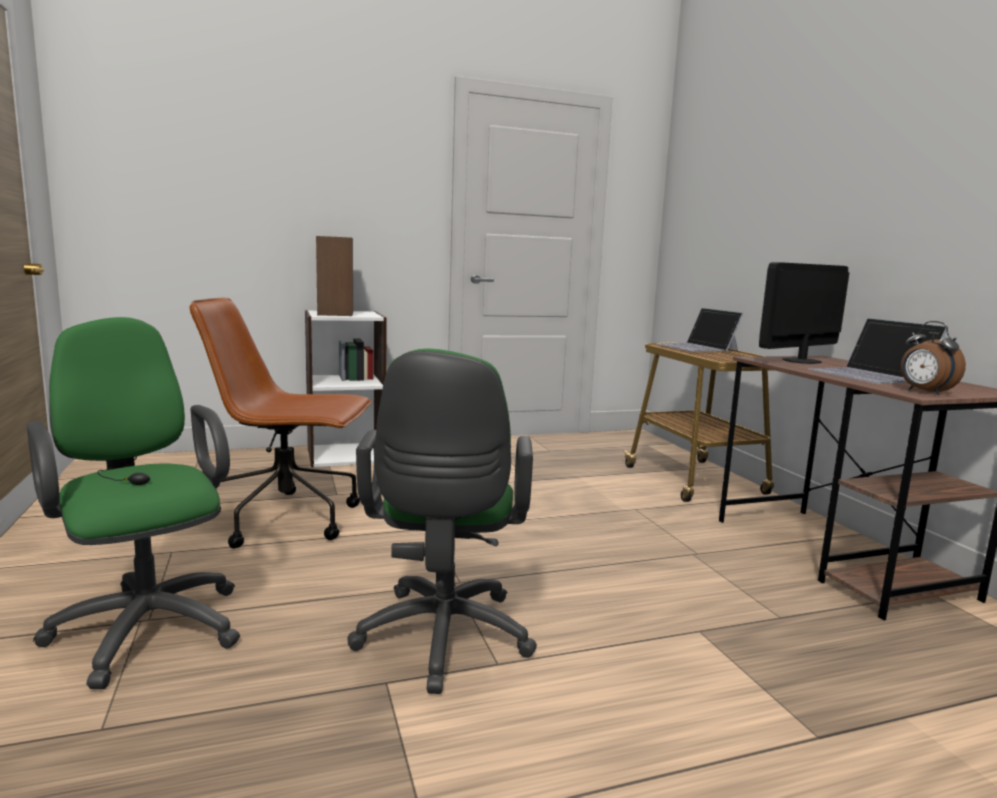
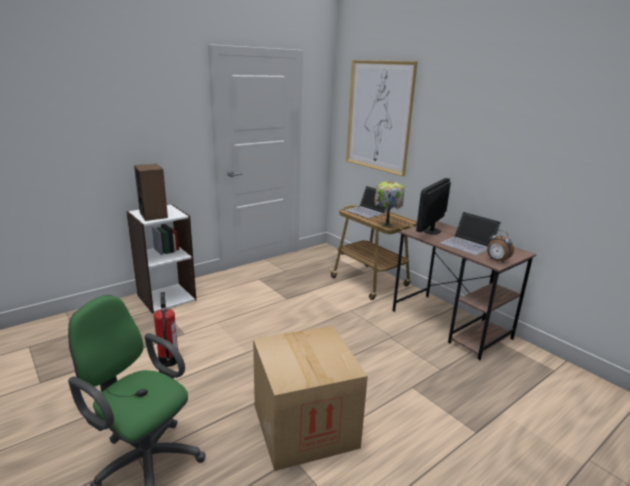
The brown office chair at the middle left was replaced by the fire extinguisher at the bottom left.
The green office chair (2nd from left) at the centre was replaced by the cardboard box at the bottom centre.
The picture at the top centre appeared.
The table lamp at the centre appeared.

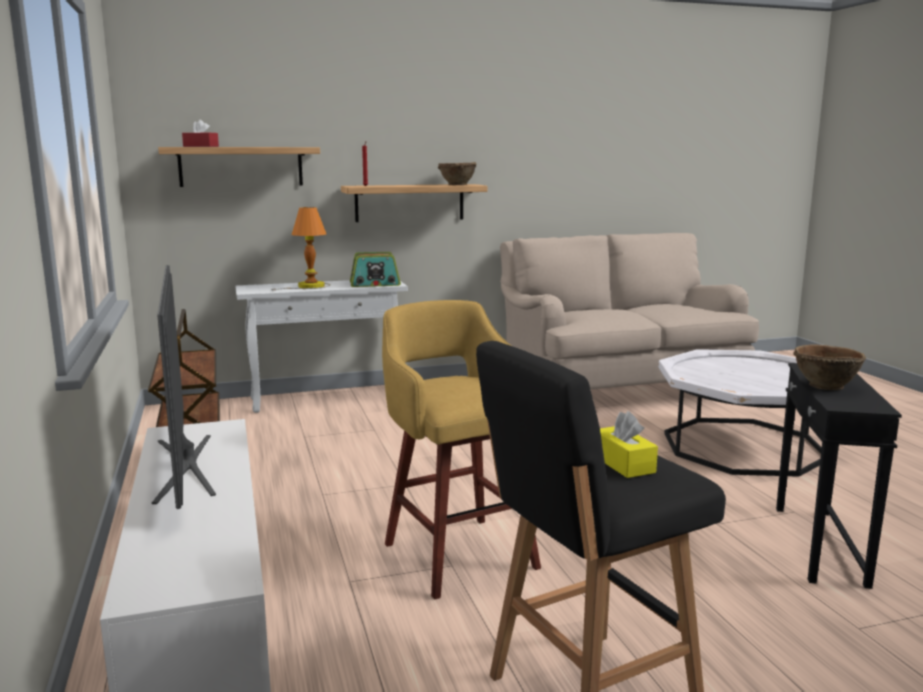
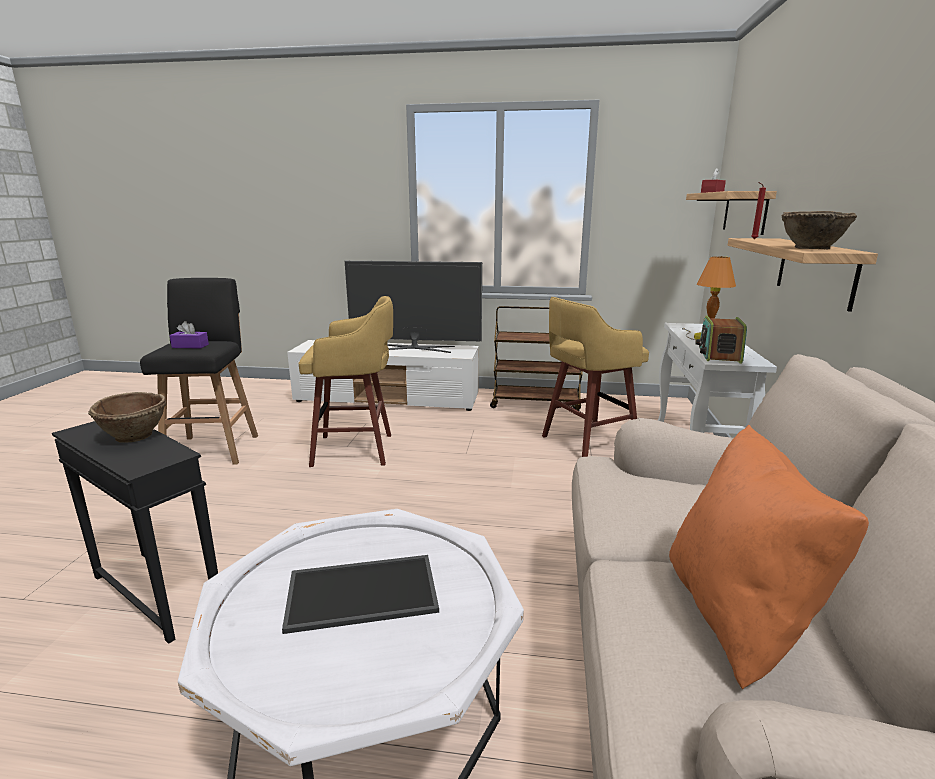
The yellow tissue box at the middle right became the purple tissue box at the middle left.
The tray at the bottom centre appeared.
The yellow stool (2nd from left) at the centre appeared.
The orange pillow at the bottom right appeared.

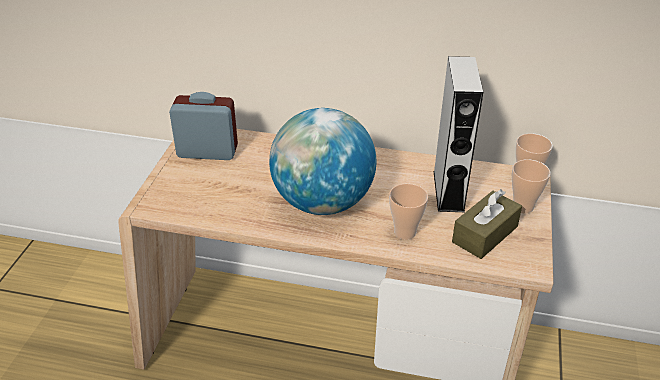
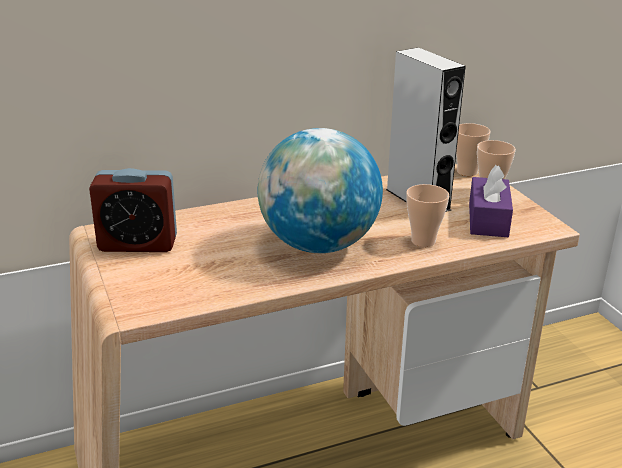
The alarm clock at the top left turned 150 degrees counterclockwise.
The brown tissue box at the middle right became the purple tissue box at the middle right.

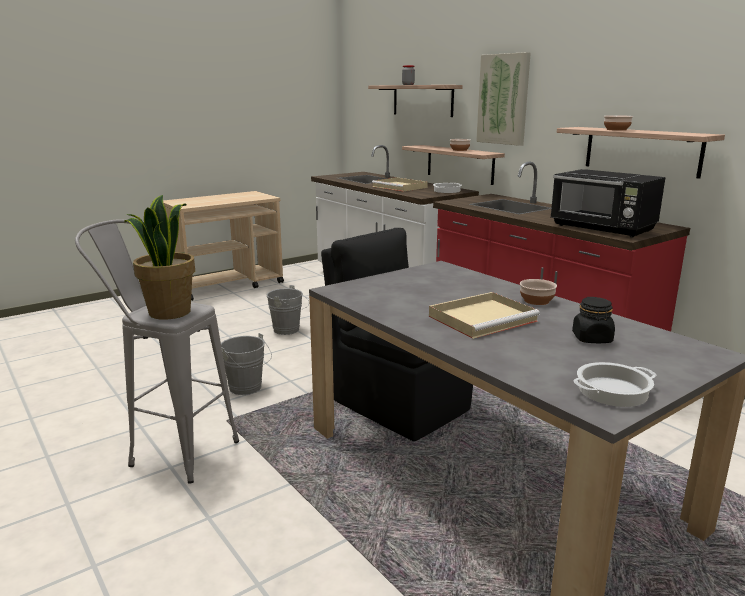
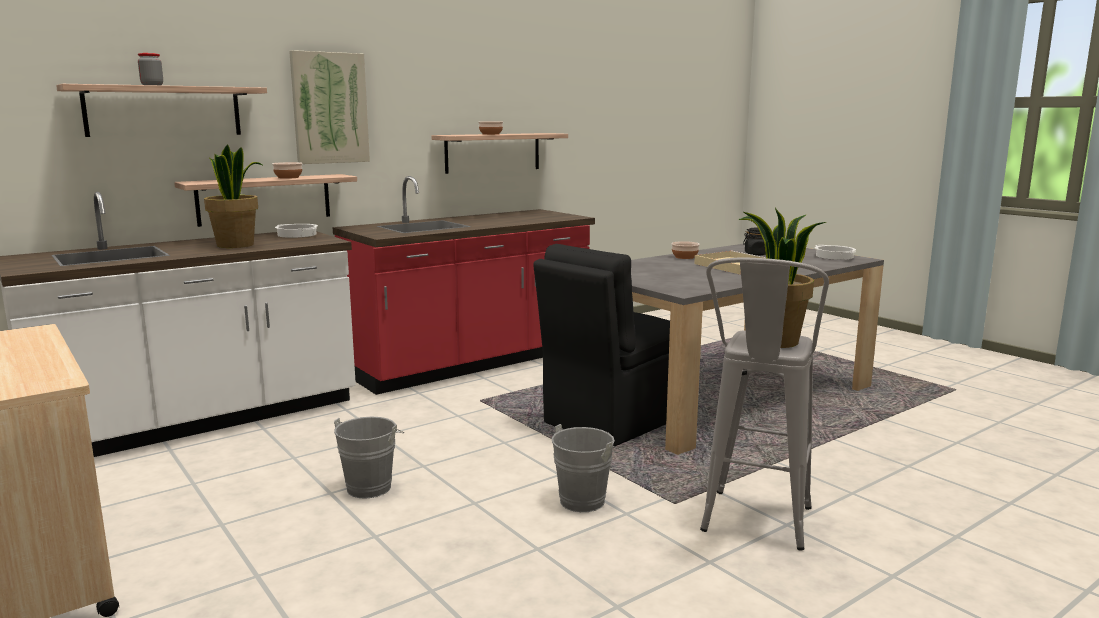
The beige tray (1st from left) at the top centre was replaced by the potted plant (1st from left) at the top left.
The black microwave at the middle right disappeared.

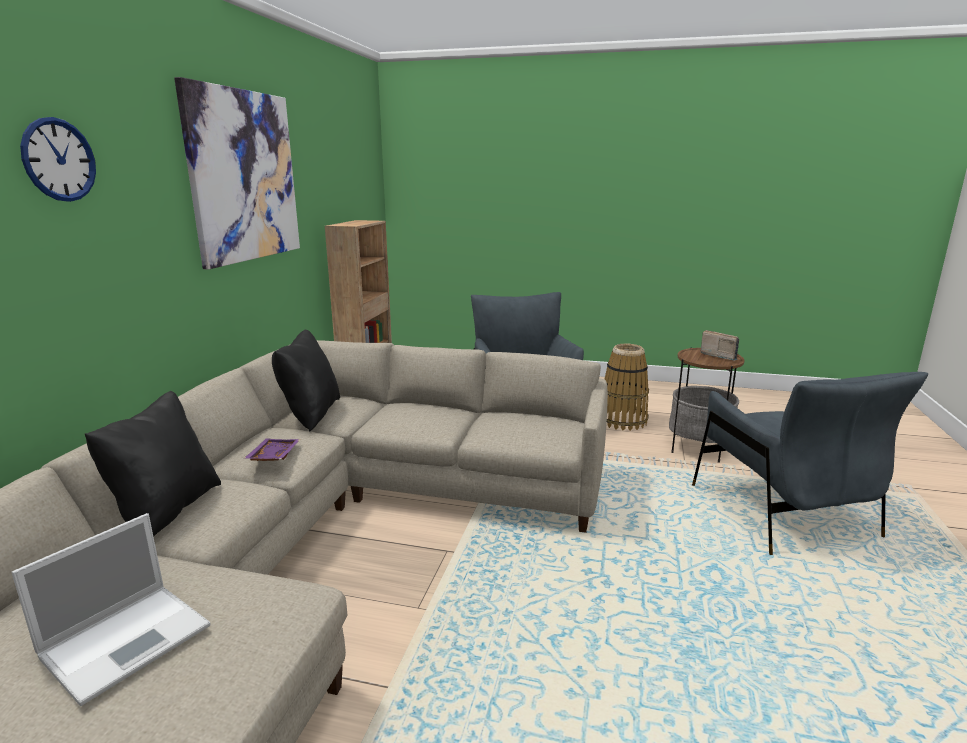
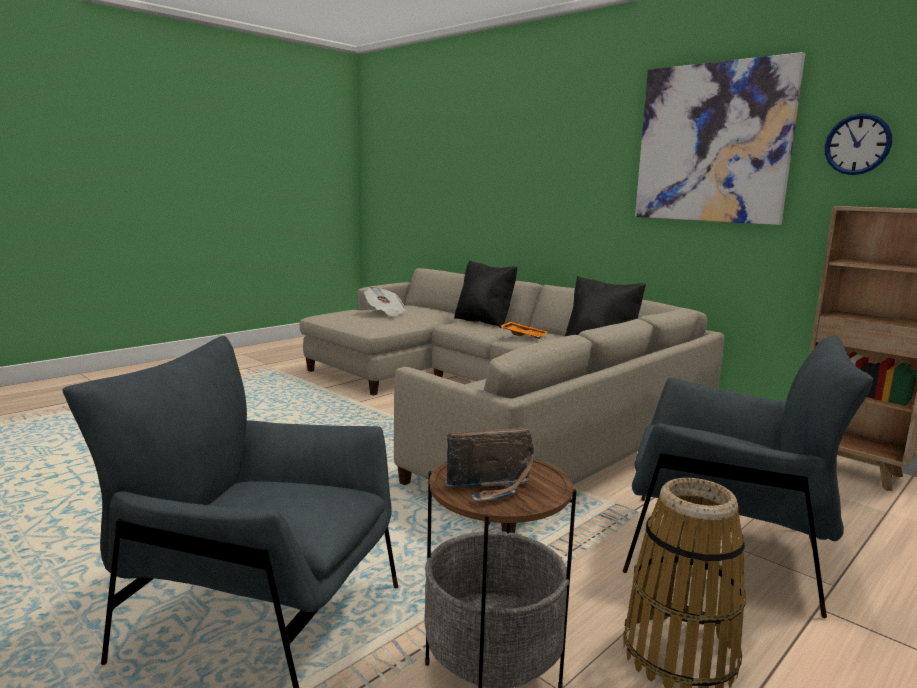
The laptop at the bottom left was replaced by the newspaper at the centre.
The wall clock moved from the top left to the top right.
The purple tray at the middle left became the orange tray at the centre.

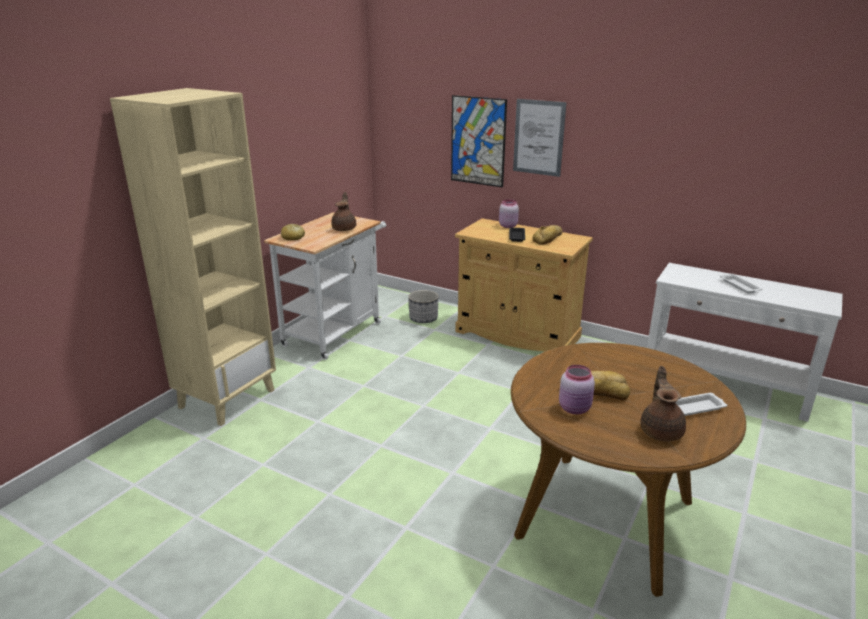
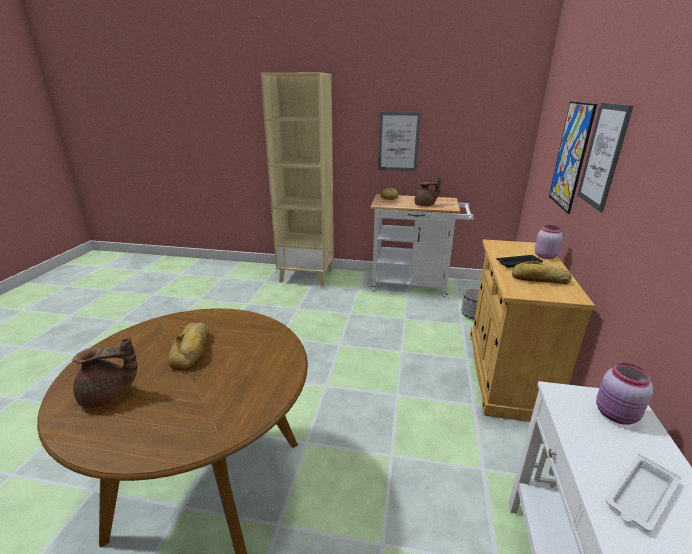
The pink jar (2nd from left) moved from the centre to the bottom right.
The white tray (1st from left) at the middle right disappeared.
The picture (1st from left) at the top centre appeared.

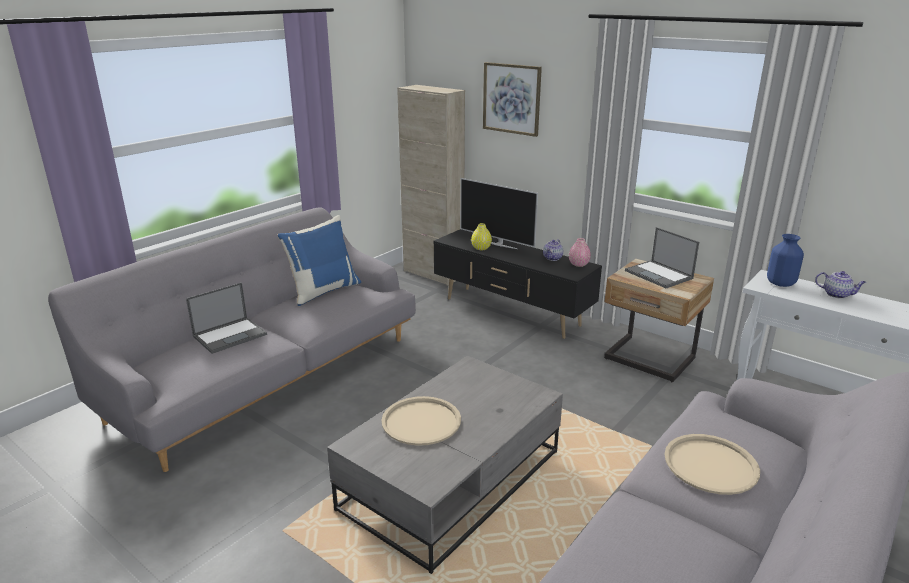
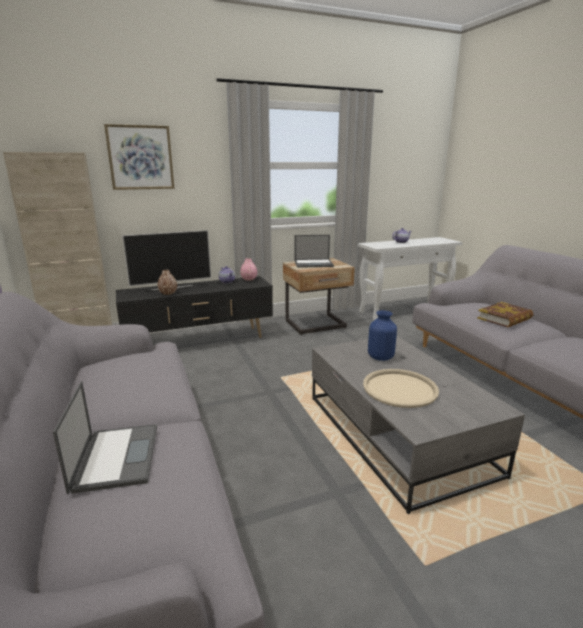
The blue pillow at the centre disappeared.
The yellow vase at the centre became the brown vase at the middle left.
The beige tray (2nd from left) at the bottom right was replaced by the book at the middle right.
The blue vase moved from the middle right to the centre.

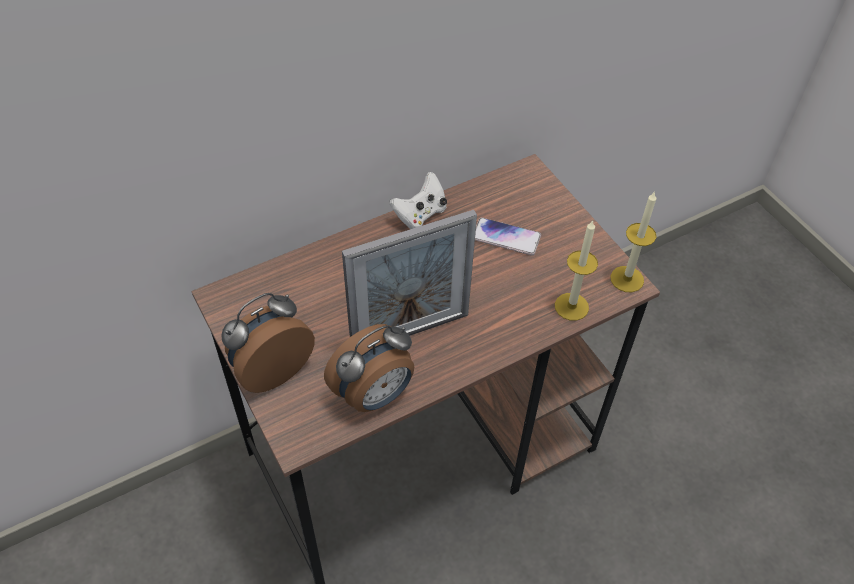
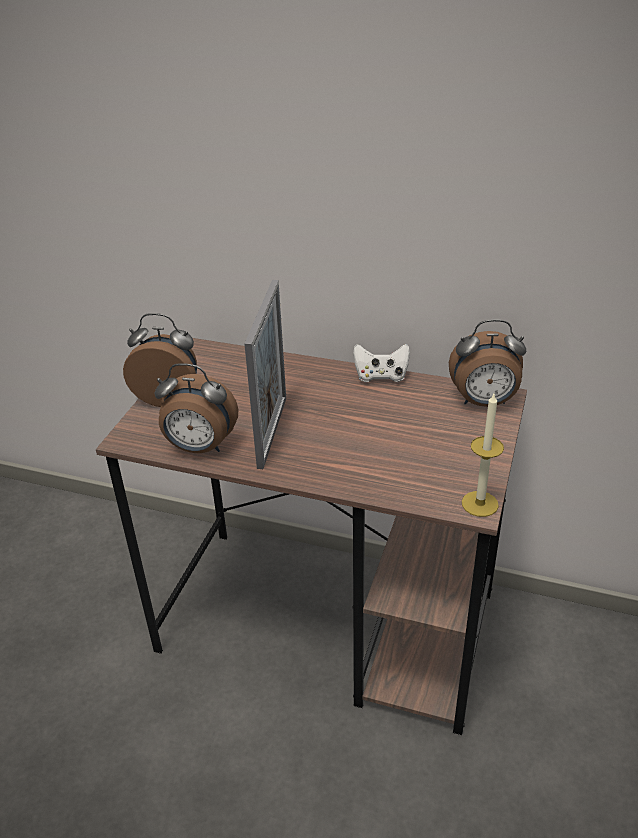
The picture frame at the centre turned 105 degrees counterclockwise.
The phone at the centre disappeared.
The candle (1st from left) at the middle right disappeared.
The alarm clock (3rd from left) at the middle right appeared.

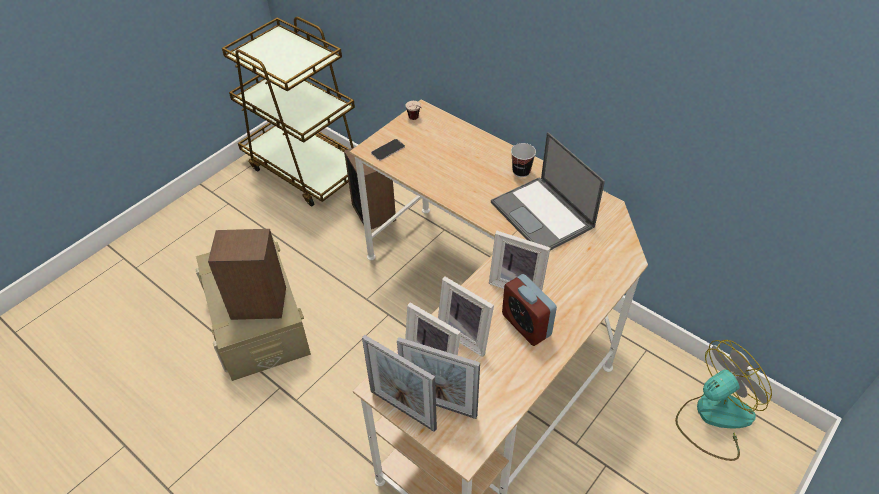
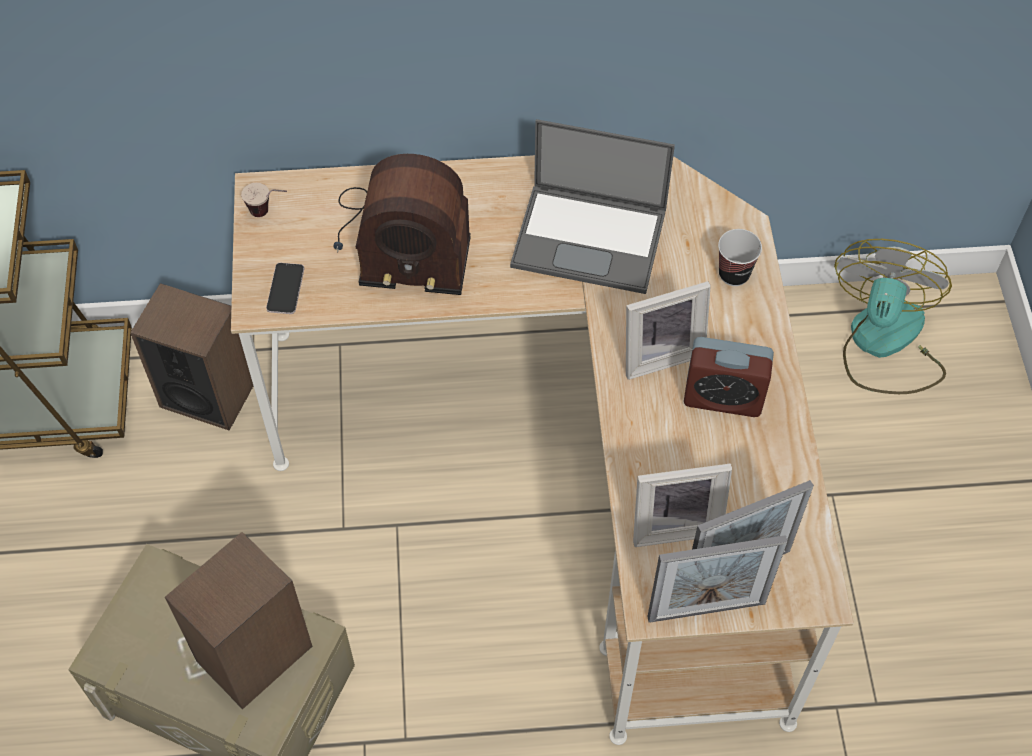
The picture frame (4th from left) at the centre disappeared.
The cup (2nd from left) moved from the top centre to the middle right.
The radio at the top centre appeared.

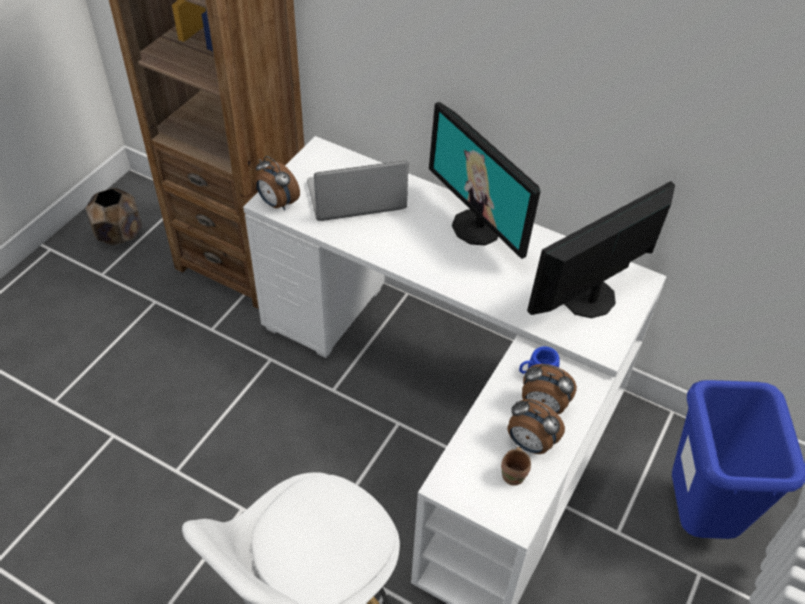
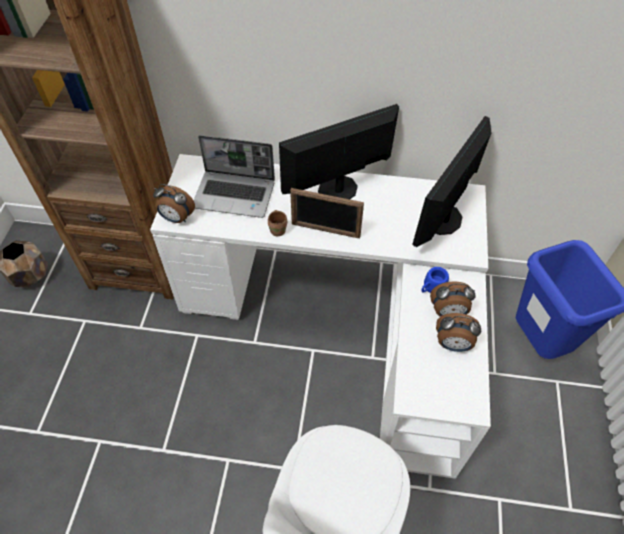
The laptop at the top centre turned 135 degrees counterclockwise.
The monitor (1st from left) at the top centre turned 120 degrees clockwise.
The brown mug moved from the bottom centre to the centre.
The picture frame at the centre appeared.

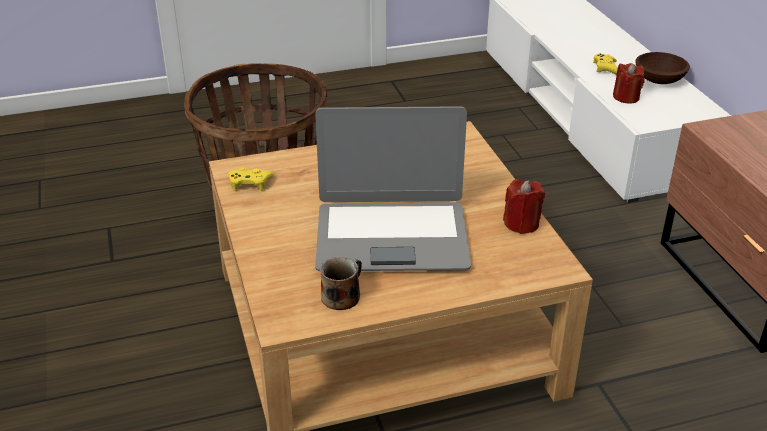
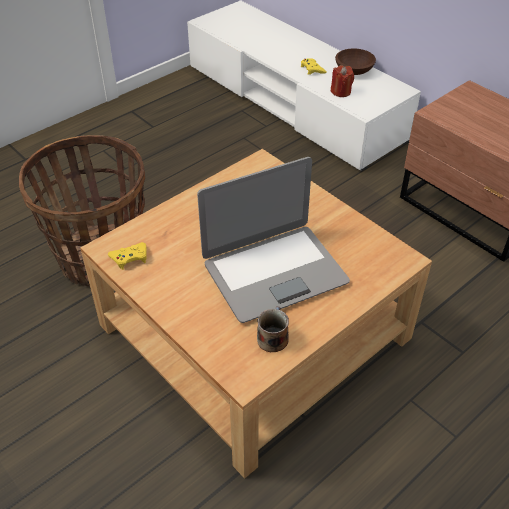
The red candle (1st from left) at the middle right disappeared.

